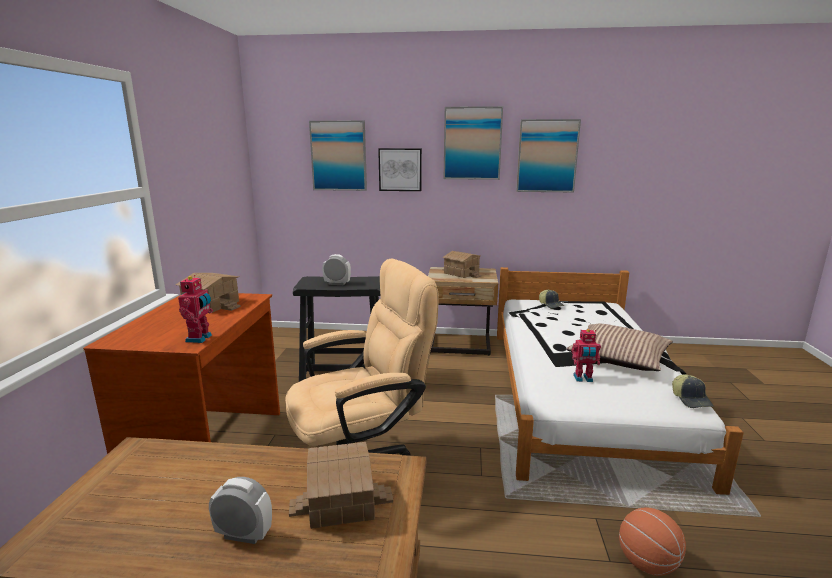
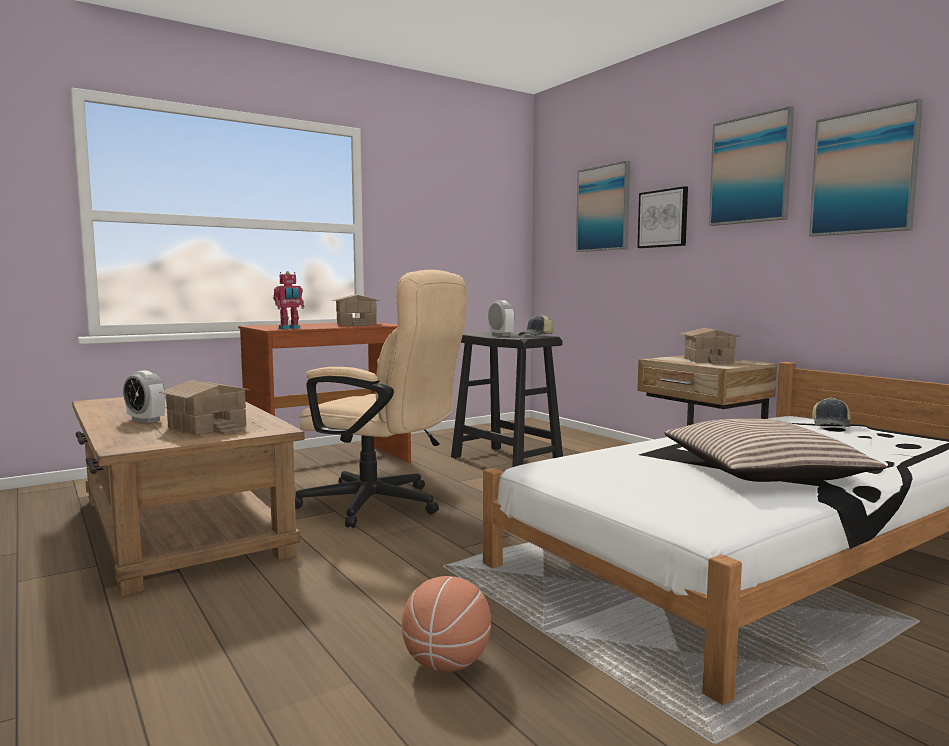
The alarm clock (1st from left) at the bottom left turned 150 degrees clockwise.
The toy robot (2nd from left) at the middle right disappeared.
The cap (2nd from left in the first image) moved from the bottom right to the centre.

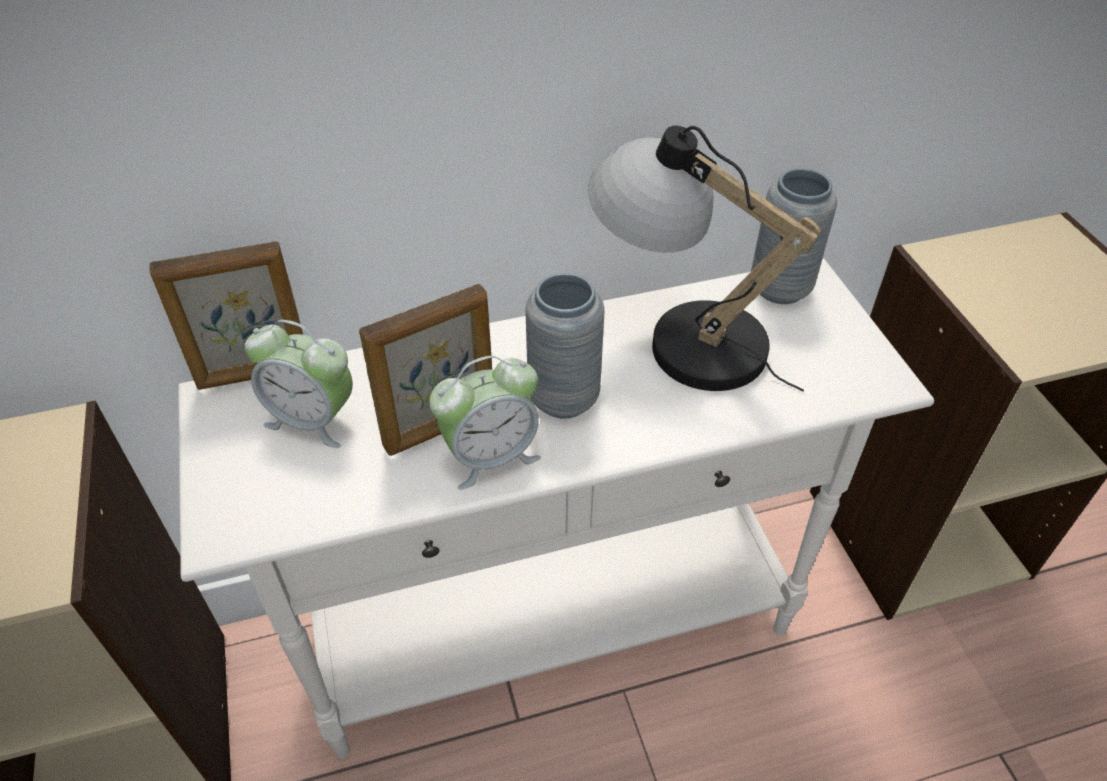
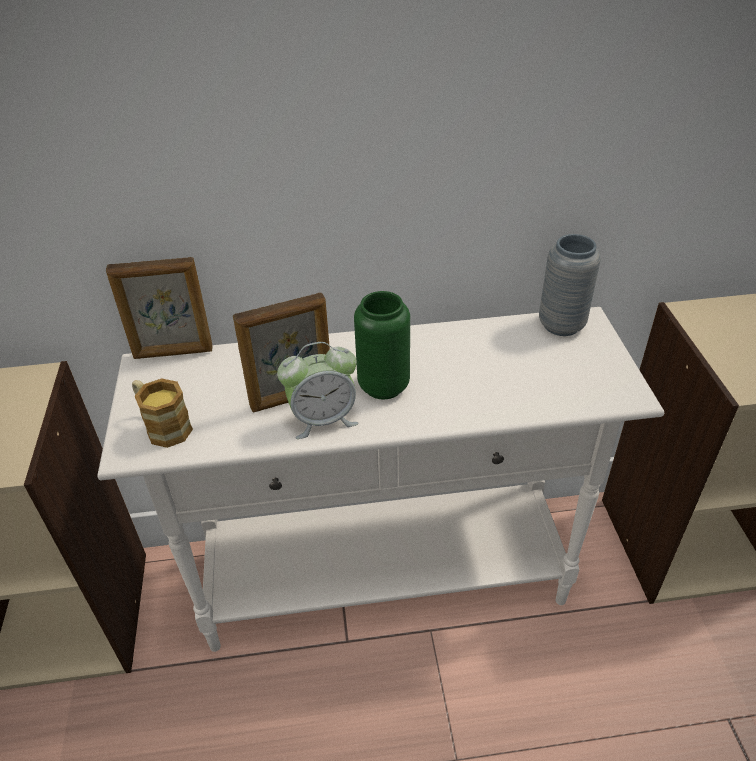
The alarm clock (1st from left) at the middle left disappeared.
The grey vase (1st from left) at the centre became the green vase at the centre.
The table lamp at the top centre disappeared.
The mug at the middle left appeared.

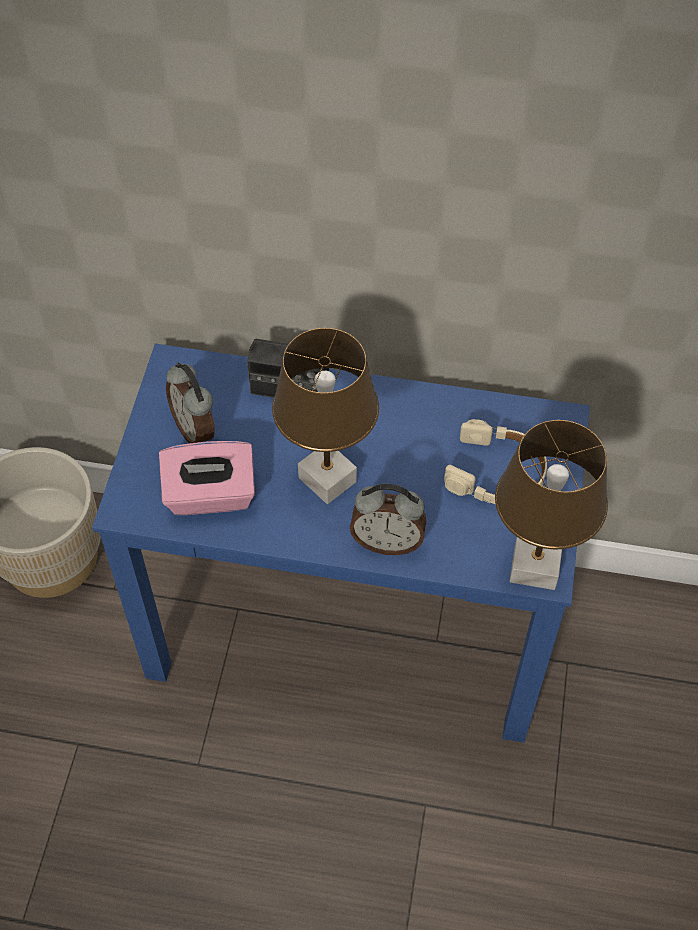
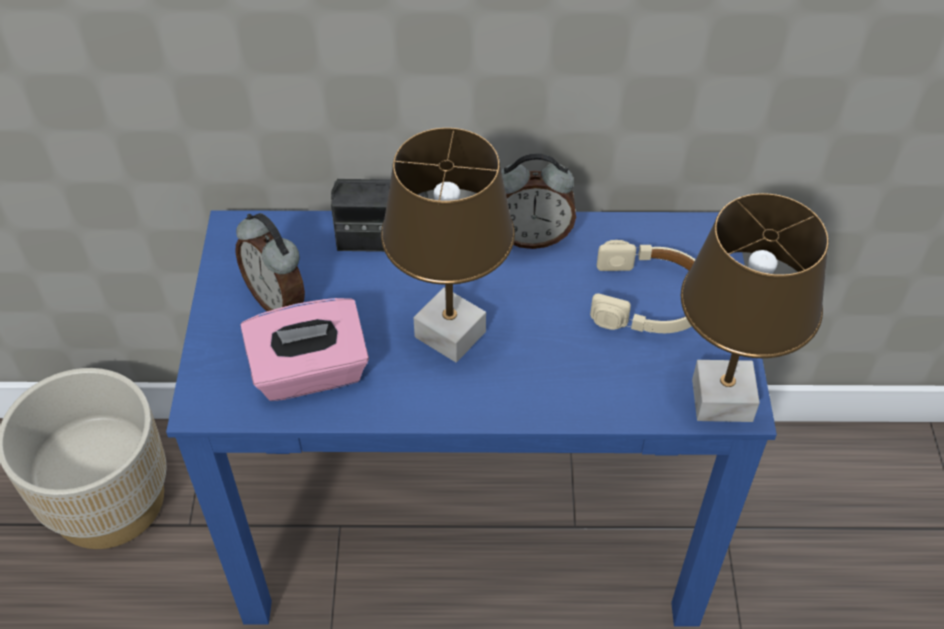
The alarm clock (2nd from left) moved from the centre to the top centre.

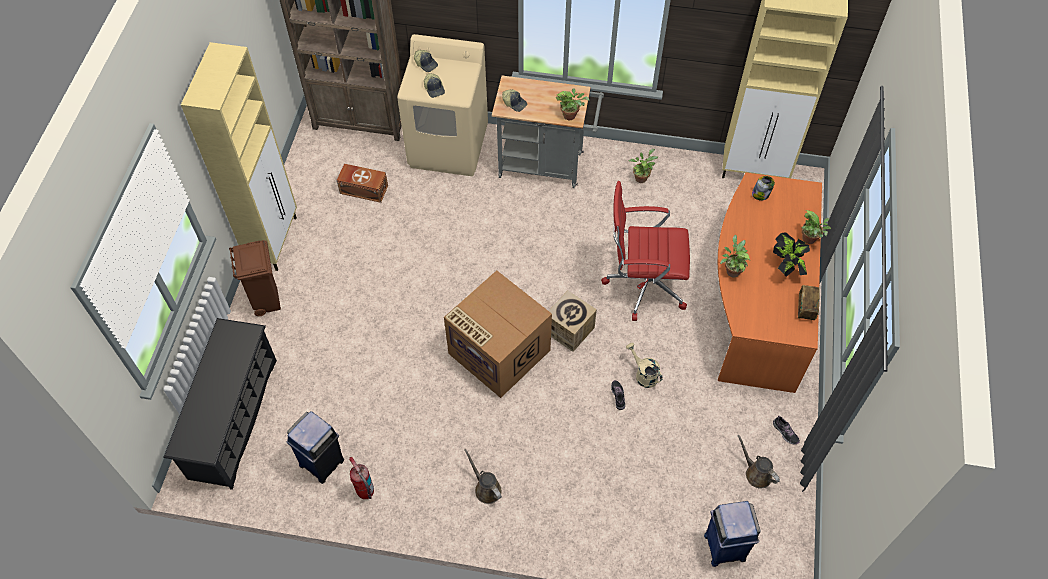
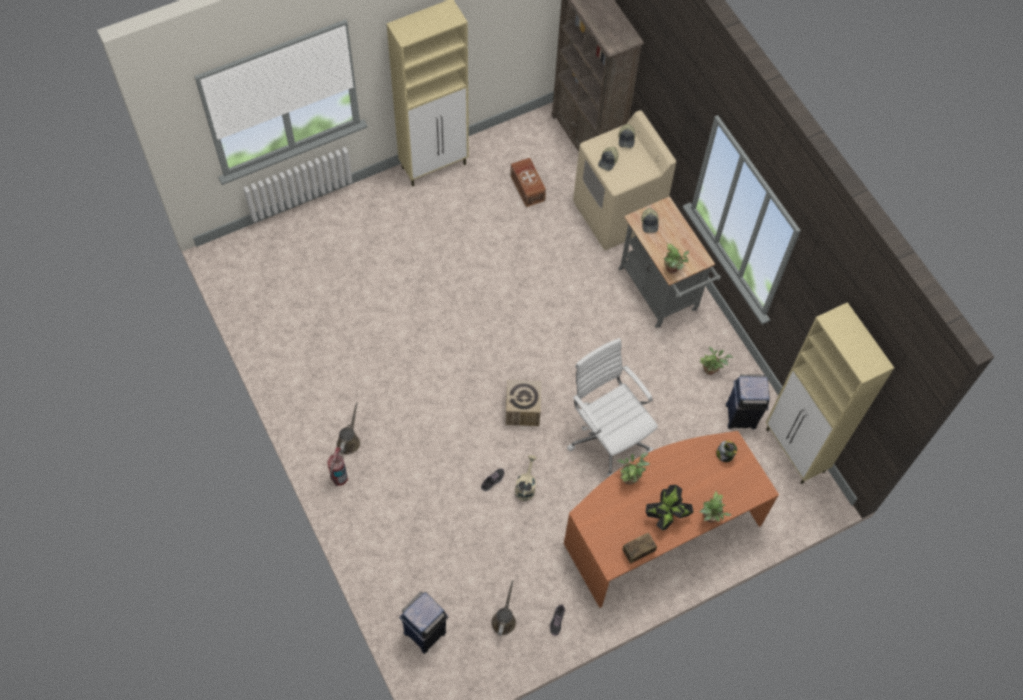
The black shoe rack at the bottom left disappeared.
The brown trash can at the middle left disappeared.
The blue trash can (1st from left in the first image) moved from the bottom left to the middle right.
The fire extinguisher moved from the bottom centre to the middle left.
The cardboard box (1st from left) at the centre disappeared.
The red office chair at the centre became the white office chair at the centre.

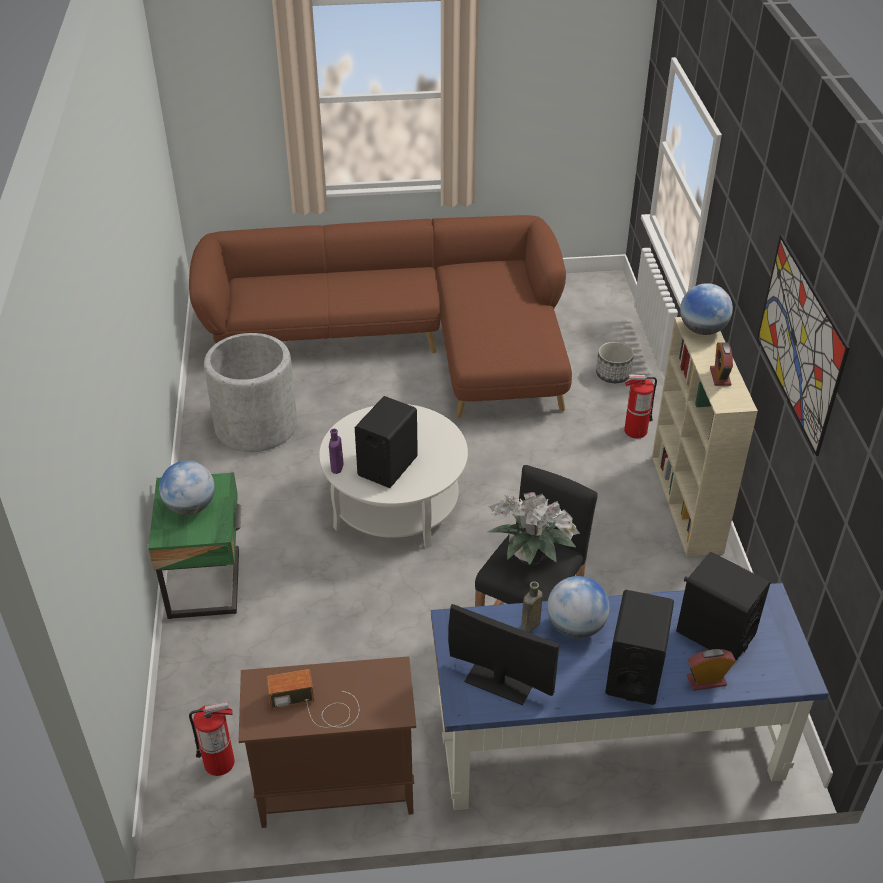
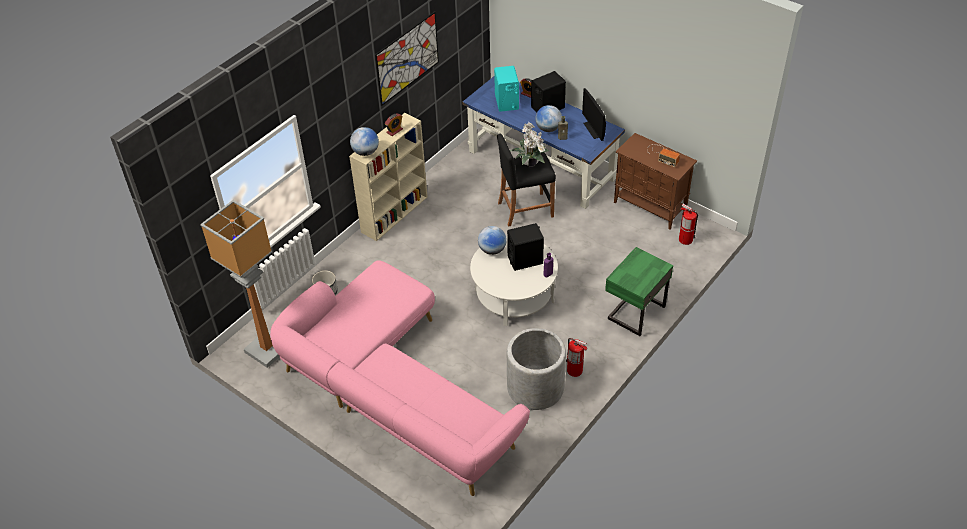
The globe (1st from left in the first image) moved from the middle left to the centre.
The brown sofa at the centre became the pink sofa at the bottom centre.
The fire extinguisher (2nd from left in the first image) moved from the middle right to the bottom centre.
The black speaker (3rd from left) at the bottom right became the turquoise speaker at the top centre.
The floor lamp at the middle left appeared.

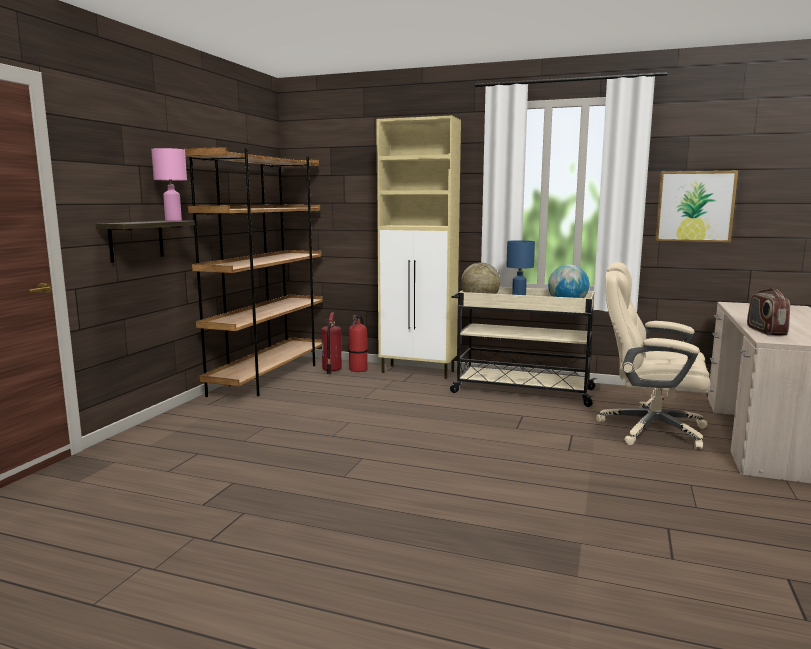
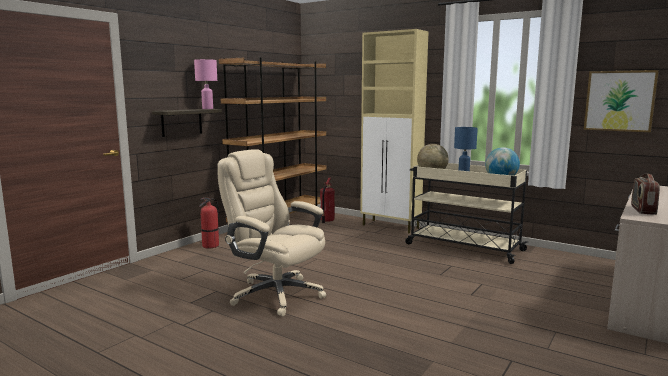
The fire extinguisher (2nd from left in the first image) moved from the centre to the middle left.
The beige office chair moved from the middle right to the centre.

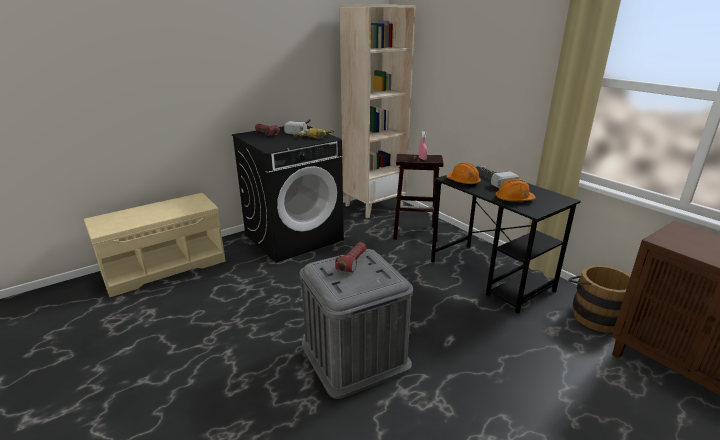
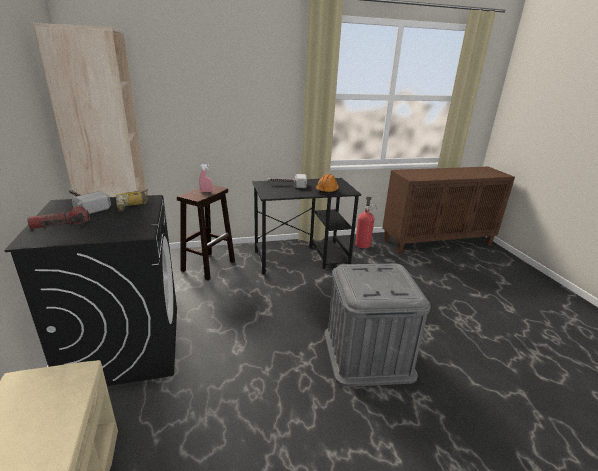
The flashlight (2nd from left) at the centre disappeared.
The orange hard hat (1st from left) at the centre disappeared.
The brown bucket at the bottom right was replaced by the fire extinguisher at the centre.

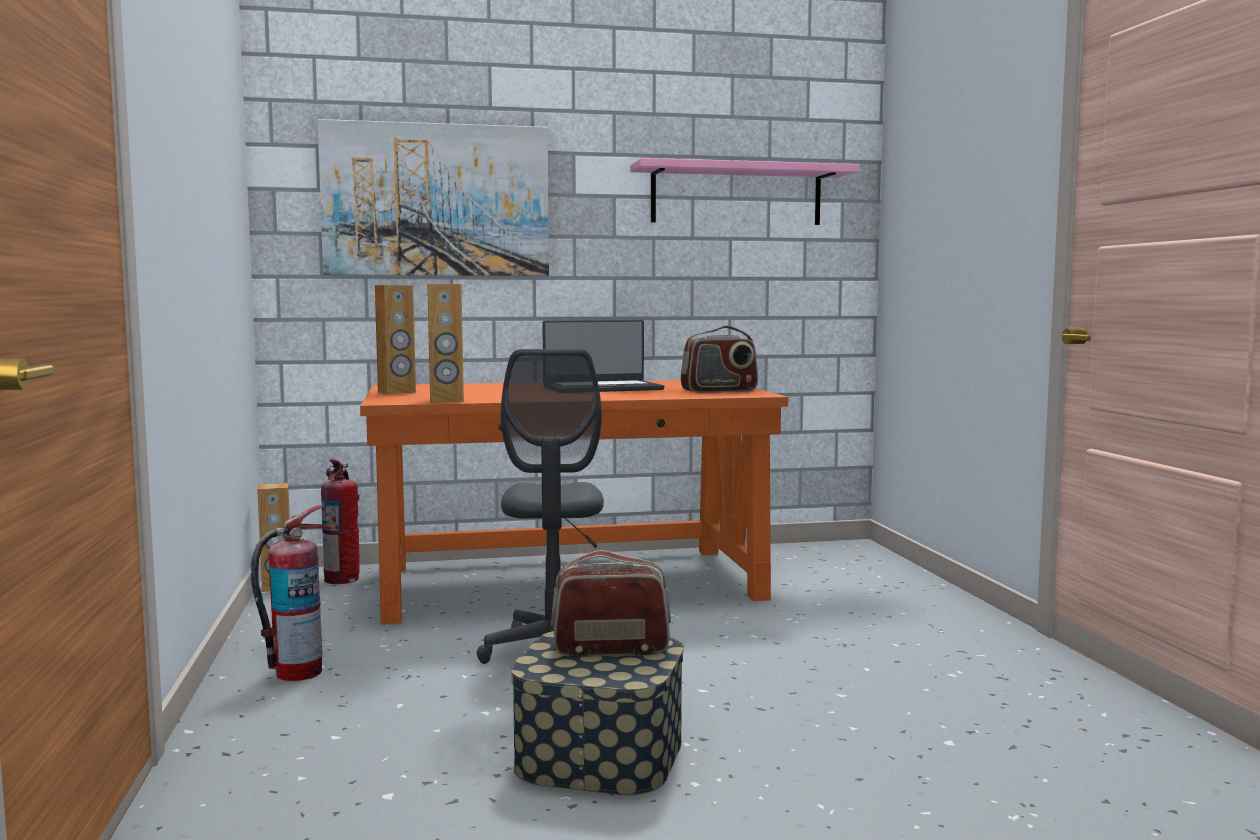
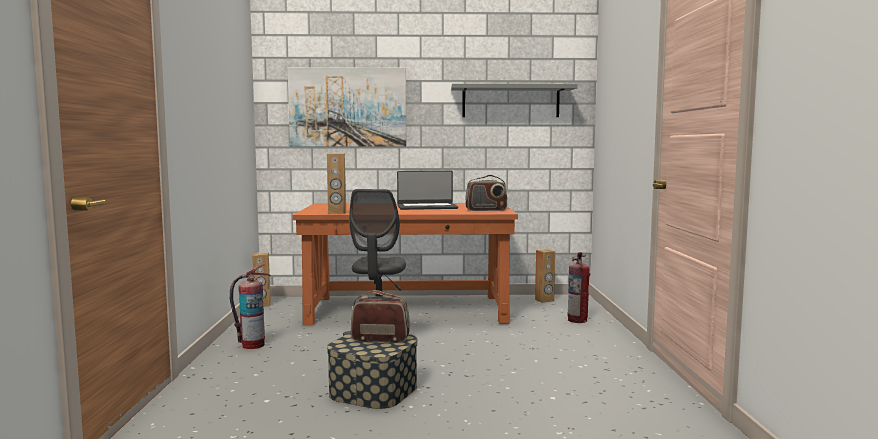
The fire extinguisher (2nd from left) moved from the middle left to the centre.
The brown speaker (2nd from left in the first image) moved from the middle left to the centre.
The pink shelf at the top centre became the grey shelf at the top centre.

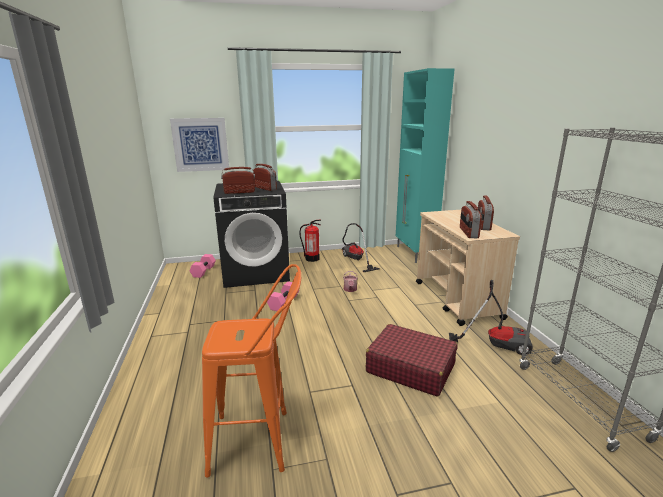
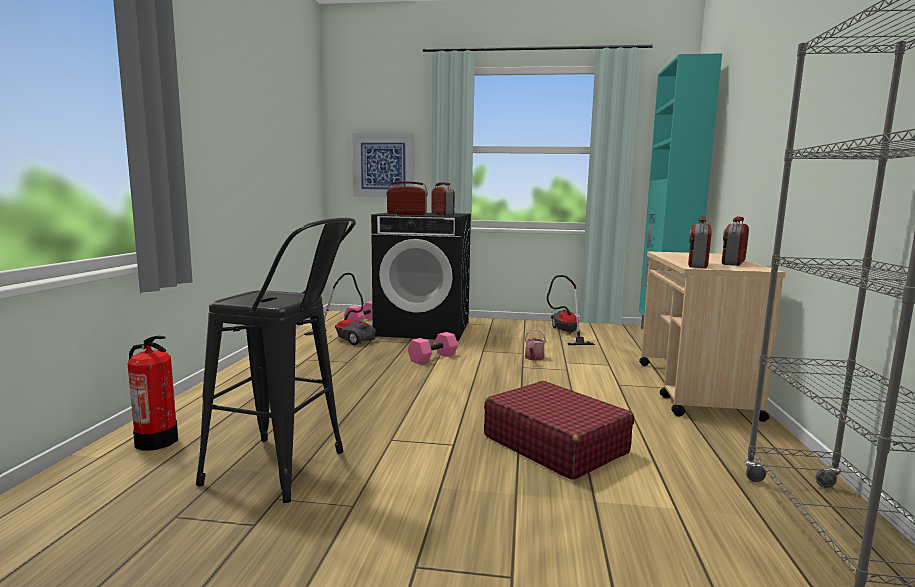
The orange stool at the bottom centre became the black stool at the middle left.
The fire extinguisher moved from the centre to the bottom left.
The vacuum cleaner (2nd from left in the first image) moved from the middle right to the centre.

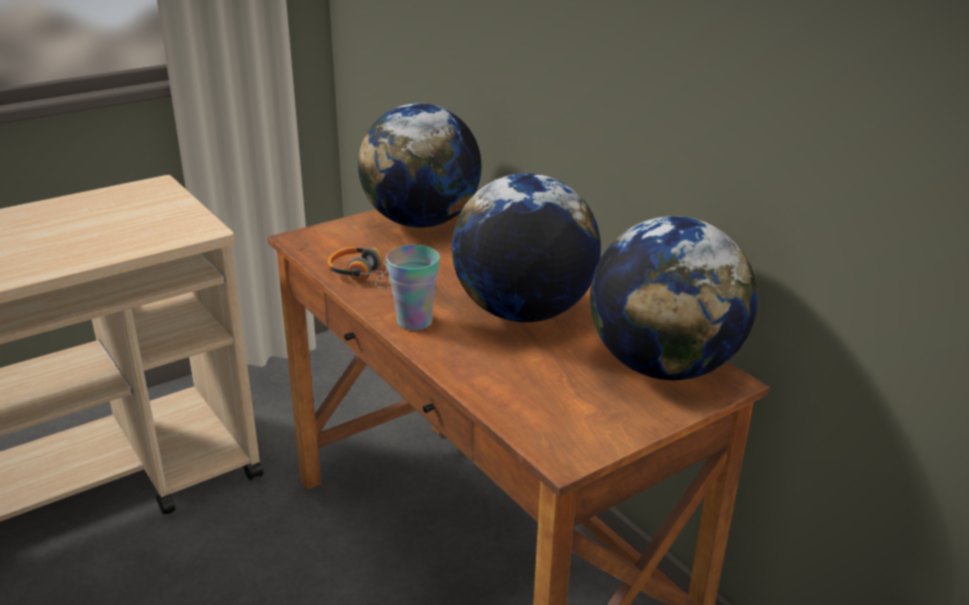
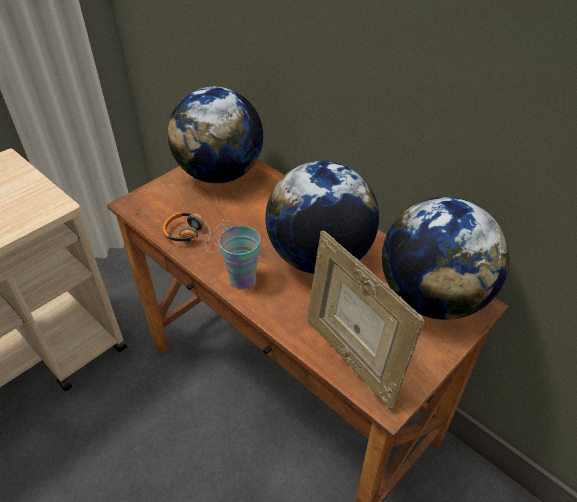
The picture frame at the centre appeared.

